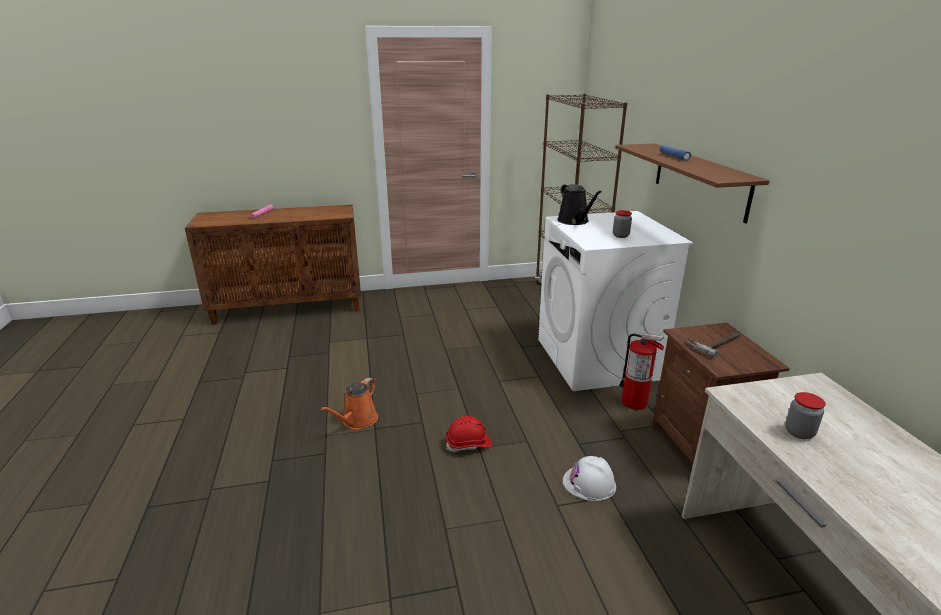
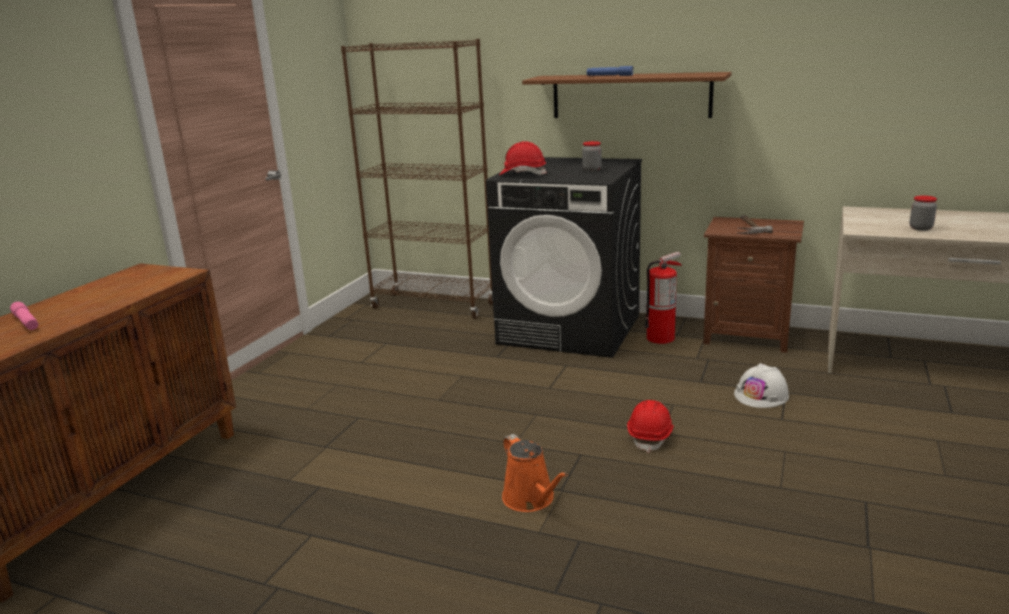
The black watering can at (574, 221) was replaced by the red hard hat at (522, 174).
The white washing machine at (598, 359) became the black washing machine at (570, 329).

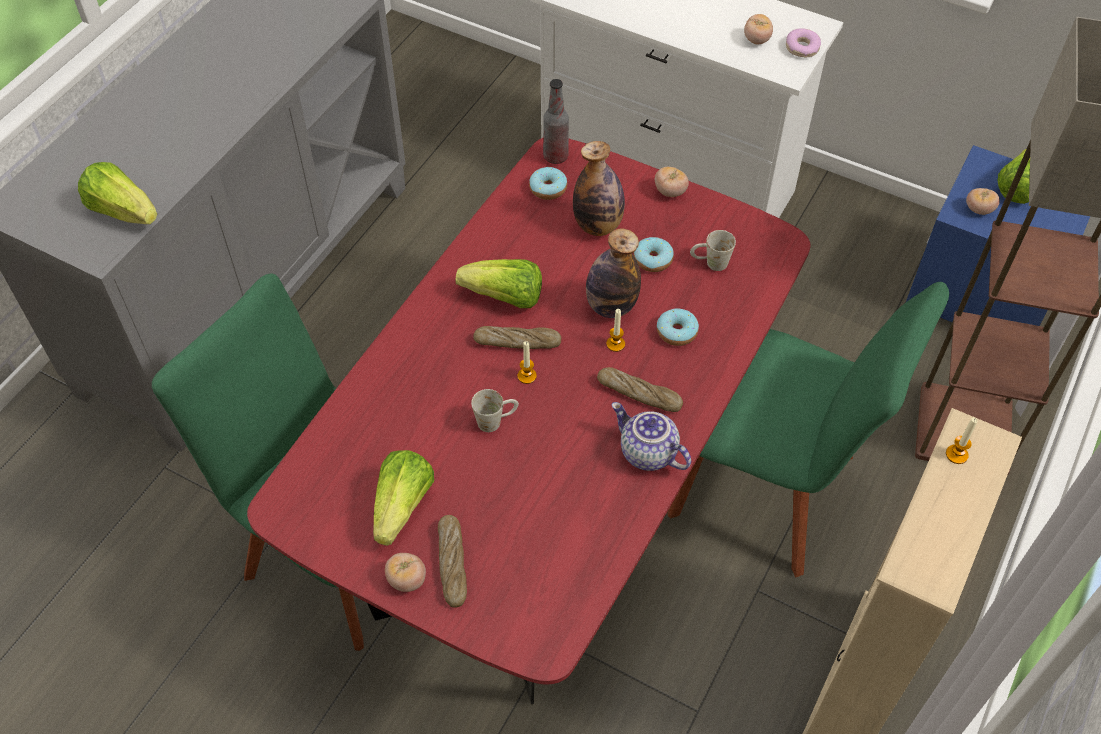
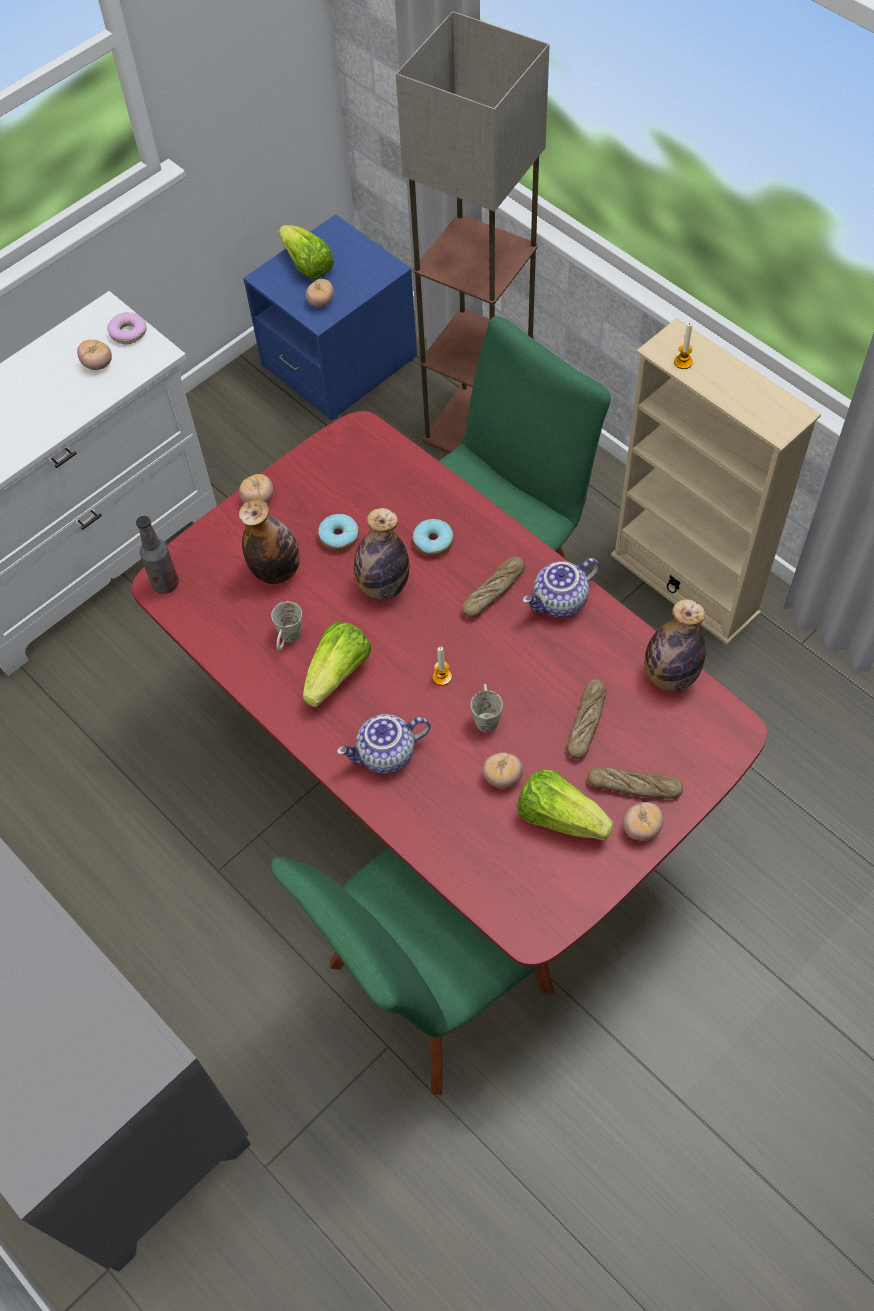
The lettuce at (123, 211) disappeared.
The donut at (548, 189) disappeared.
The white mug moved from (710, 263) to (288, 639).
The candle at (615, 344) disappeared.
The bread moved from (517, 342) to (586, 722).
The bottle at (670, 676) appeared.
The teapot at (386, 755) appeared.
The tomato at (502, 777) appeared.

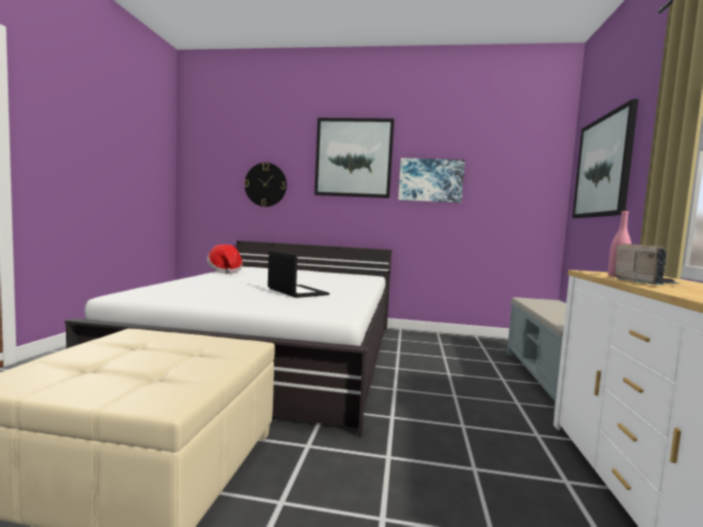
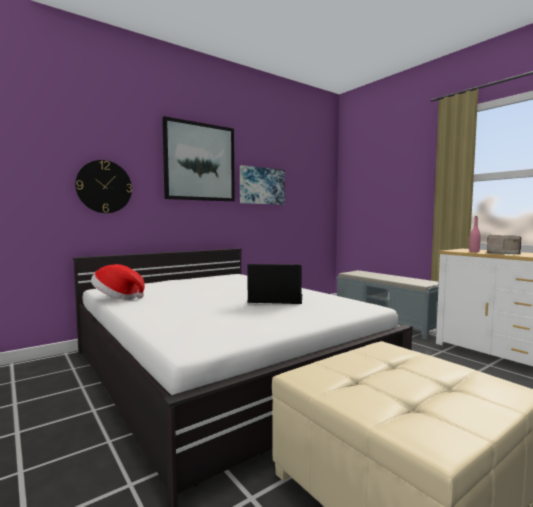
The picture at (603, 166) disappeared.

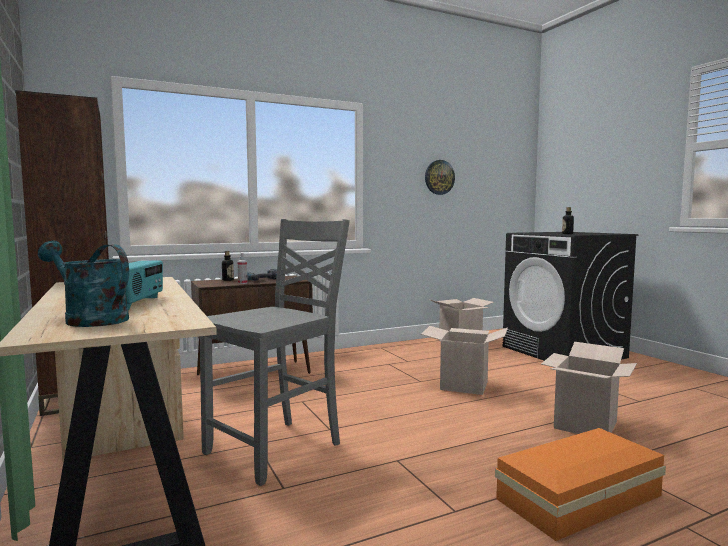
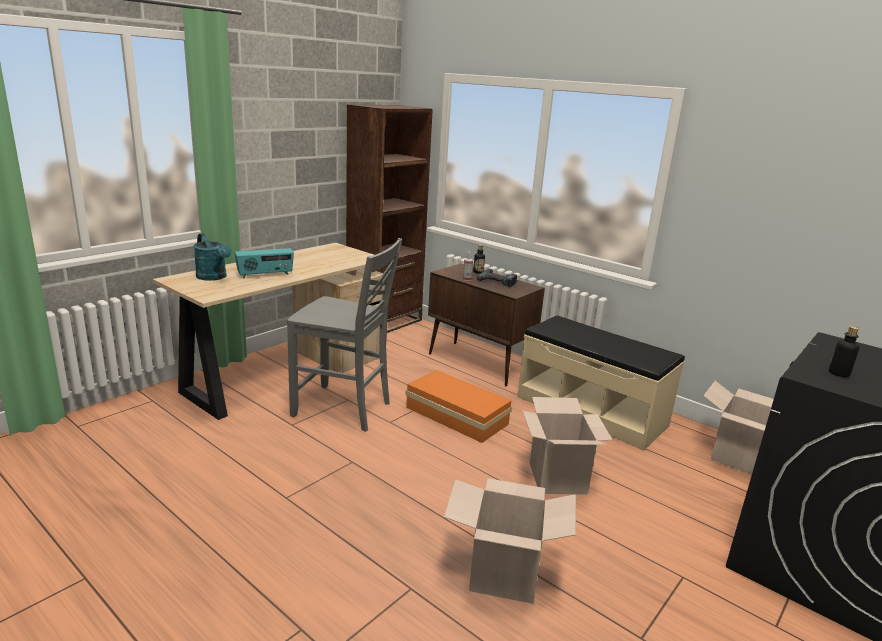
The wall clock at (439, 177) disappeared.
The turquoise watering can at (89, 319) turned 135 degrees clockwise.
The orange storage box moved from (575, 497) to (456, 414).
The beige bench at (591, 411) appeared.

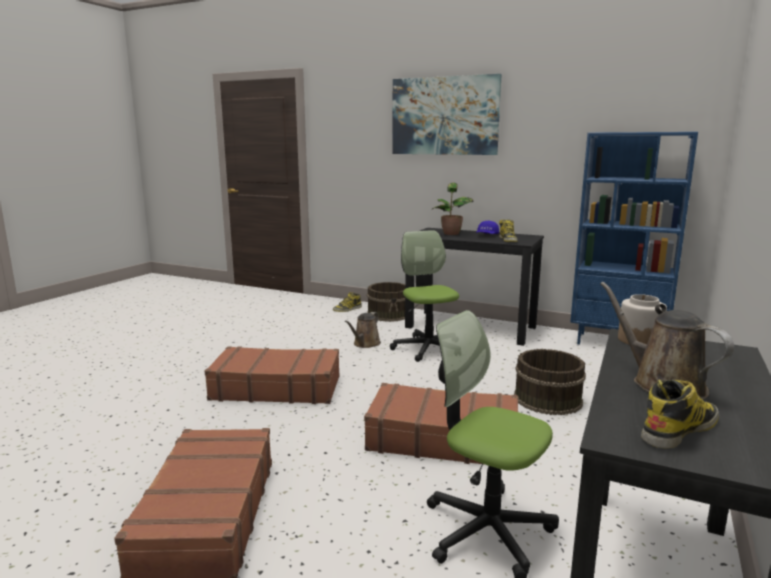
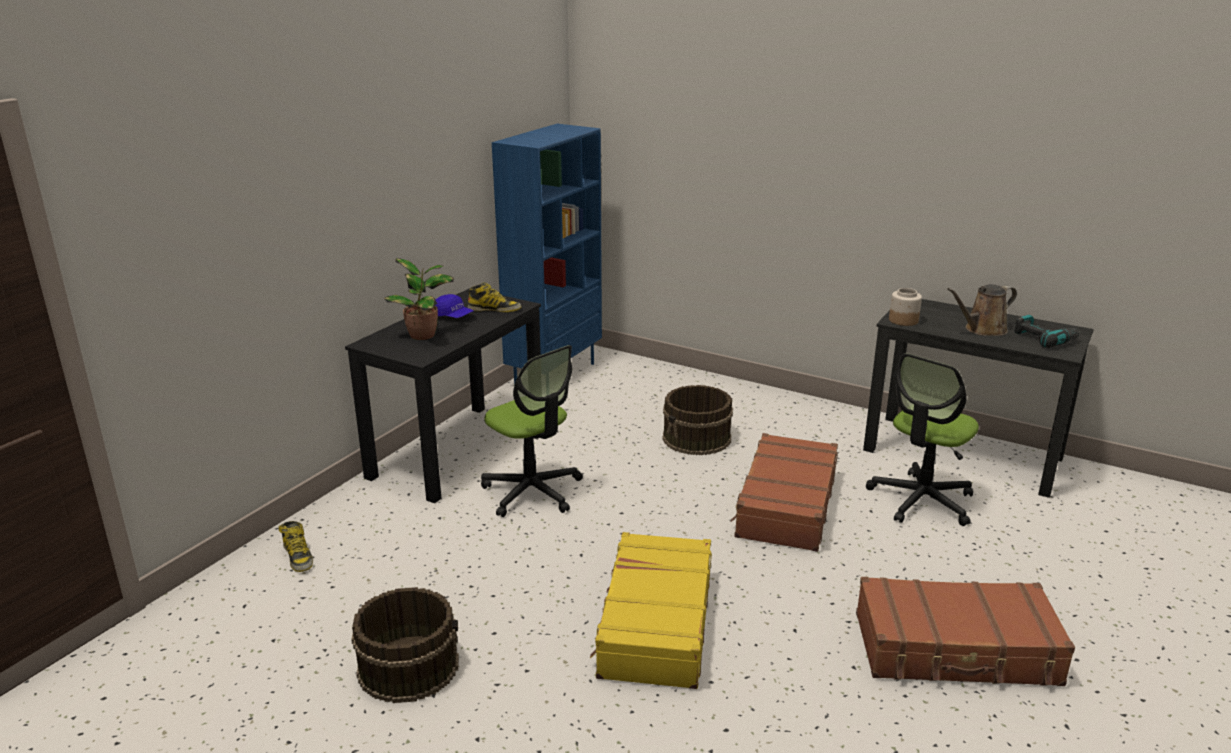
The picture at (444, 116) disappeared.
The office chair at (427, 348) turned 120 degrees counterclockwise.
The brown bucket moved from (389, 314) to (408, 666).
The brown watering can at (365, 344) disappeared.
The brown suitcase at (276, 388) became the yellow suitcase at (655, 624).
The boot at (679, 429) was replaced by the power drill at (1044, 338).

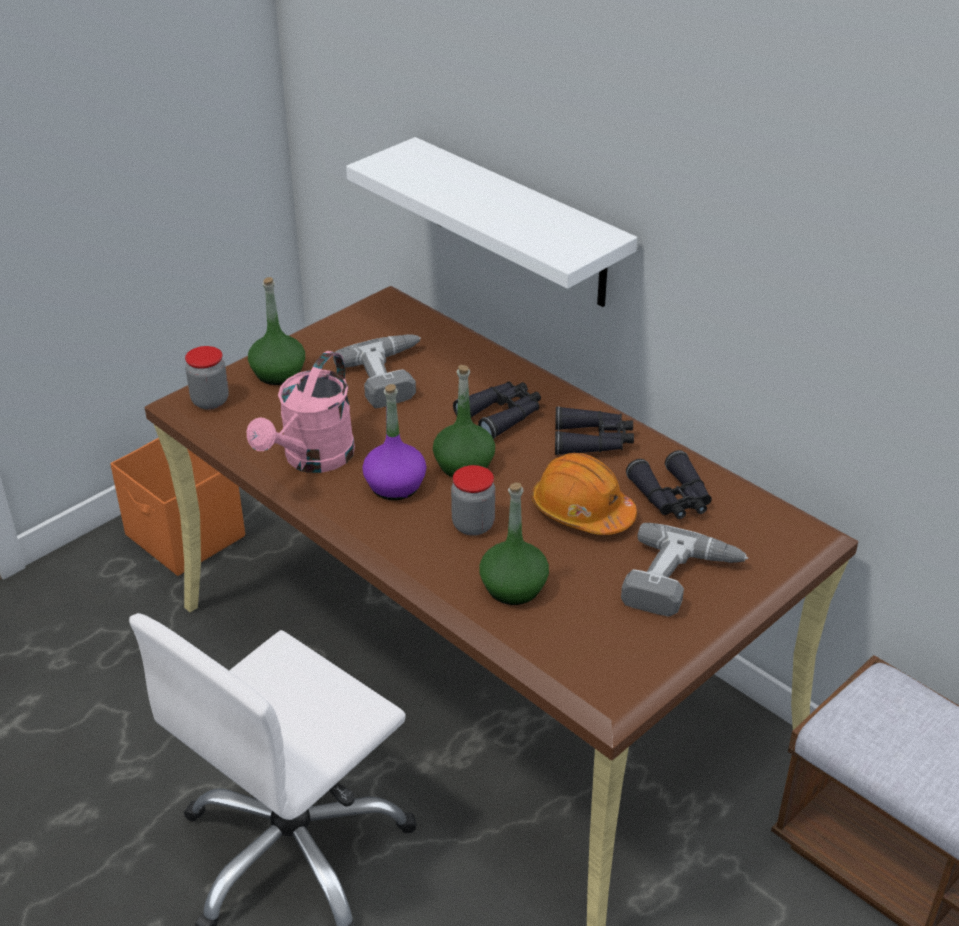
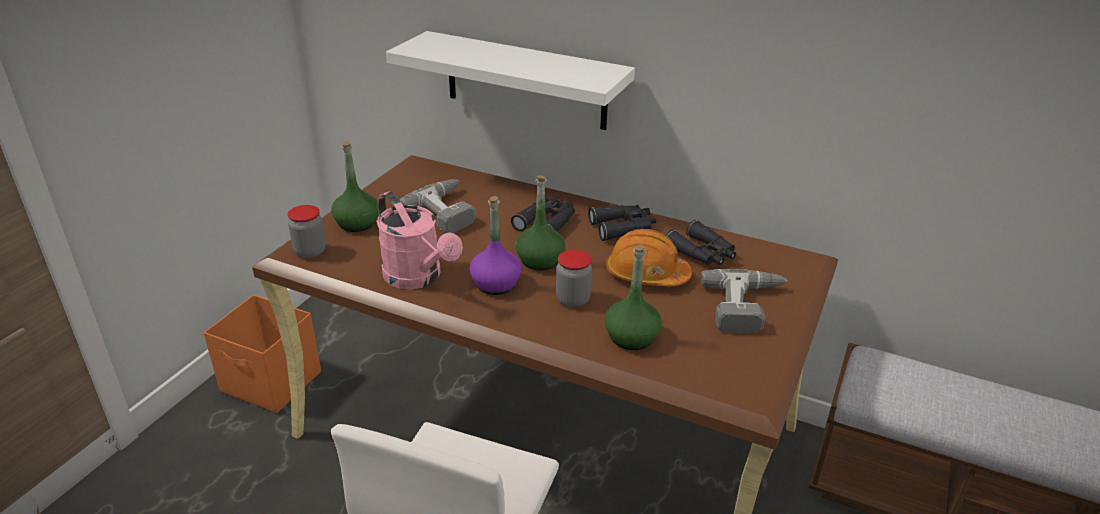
The pink watering can at (312, 459) turned 45 degrees counterclockwise.

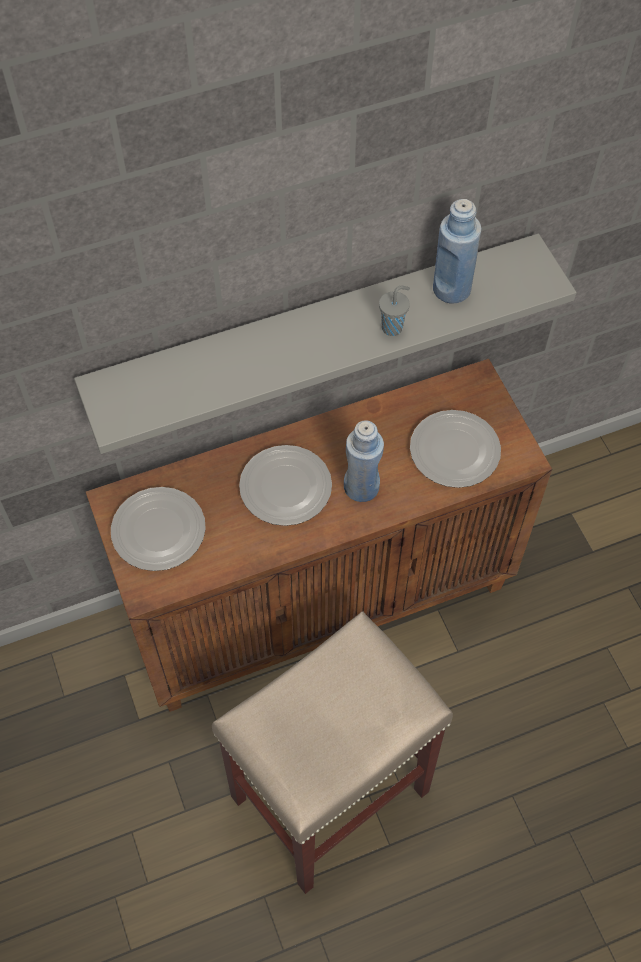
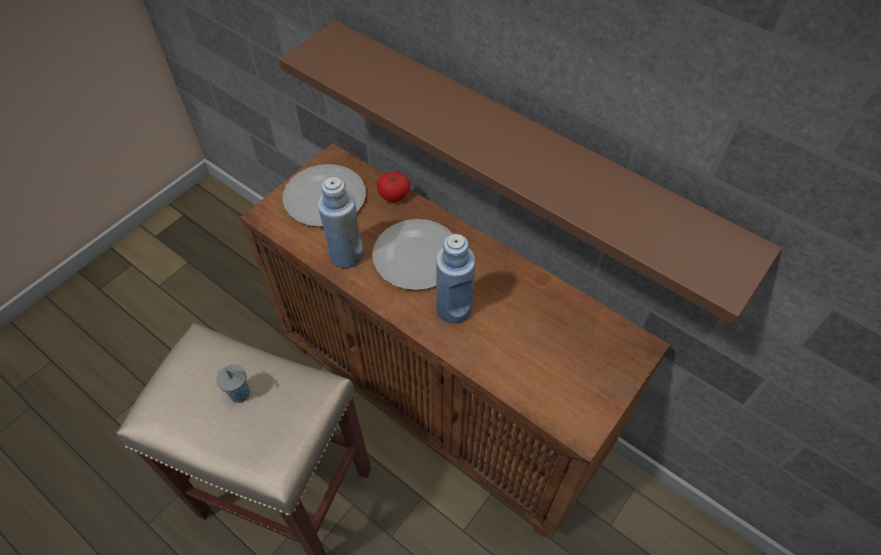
The blue bottle moved from (451, 289) to (346, 255).
The grey shelf at (315, 331) became the brown shelf at (523, 154).
The grey cup moved from (393, 327) to (241, 394).
The plate at (454, 452) disappeared.
The tomato at (393, 196) appeared.

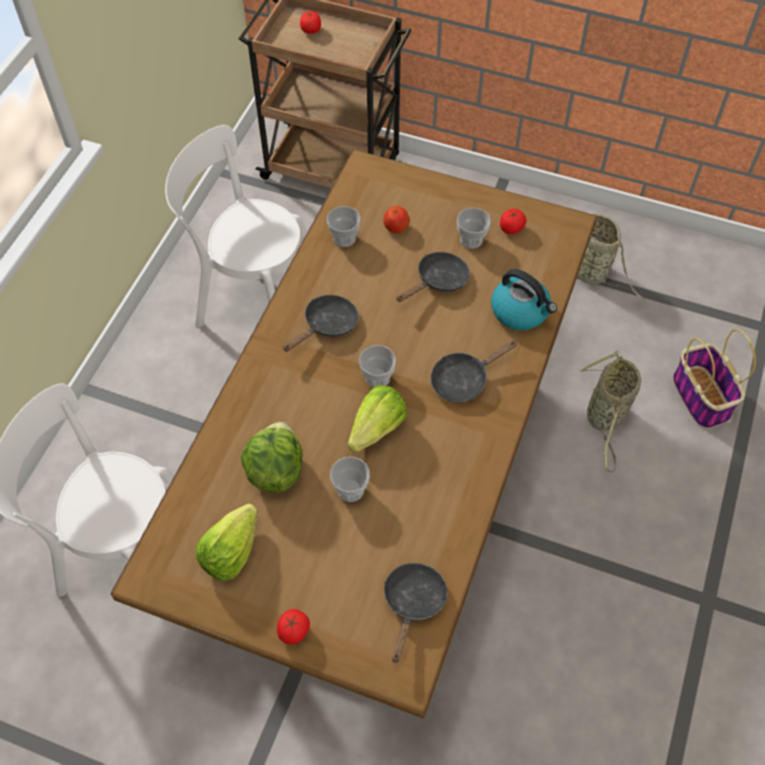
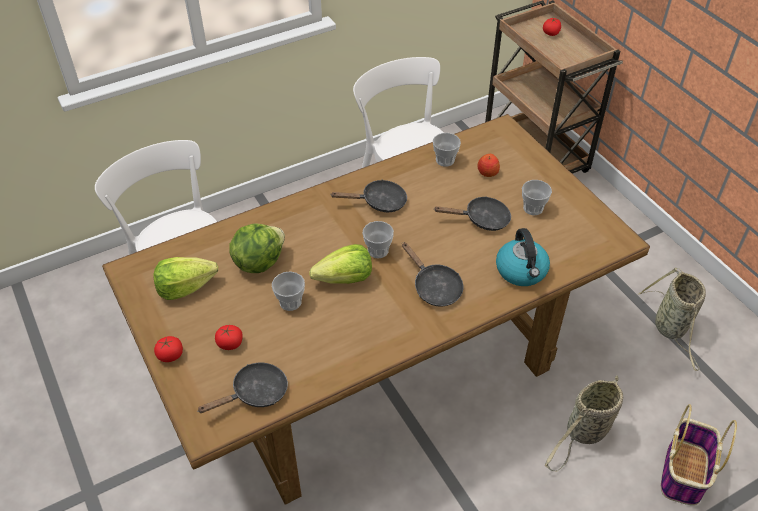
The tomato moved from (511, 228) to (230, 344).
The black frying pan at (463, 380) turned 135 degrees counterclockwise.

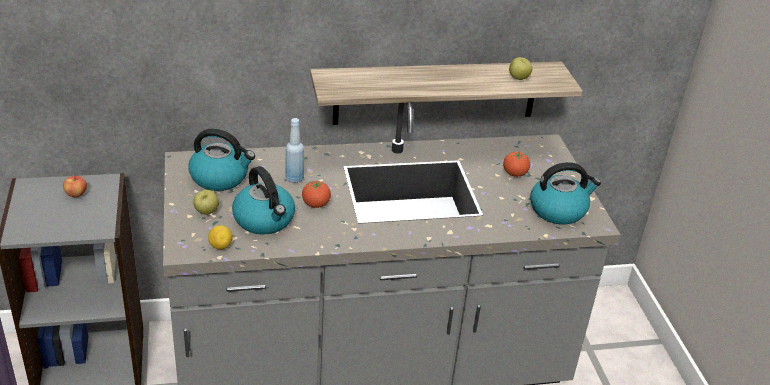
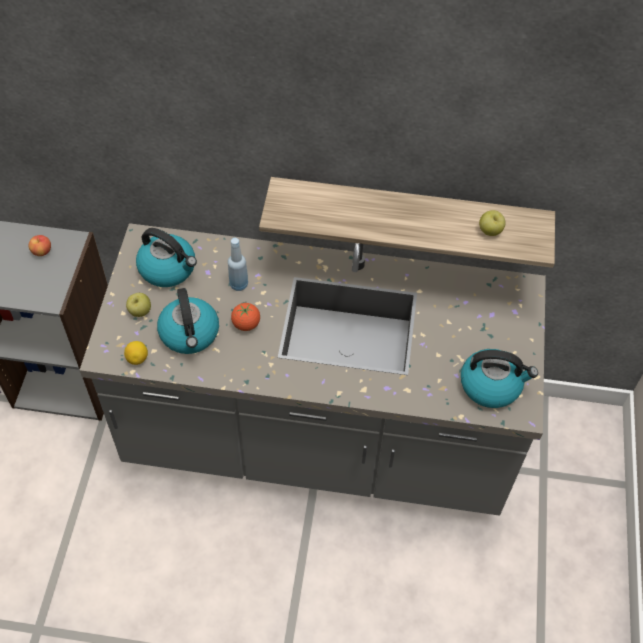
The tomato at (514, 174) disappeared.

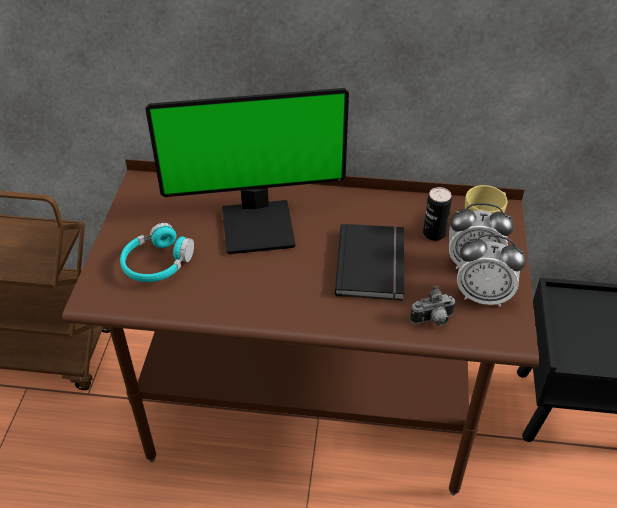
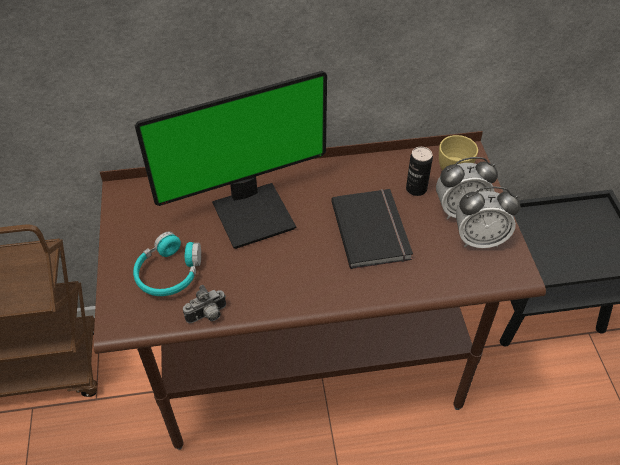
The photo camera moved from (433, 320) to (208, 316).

